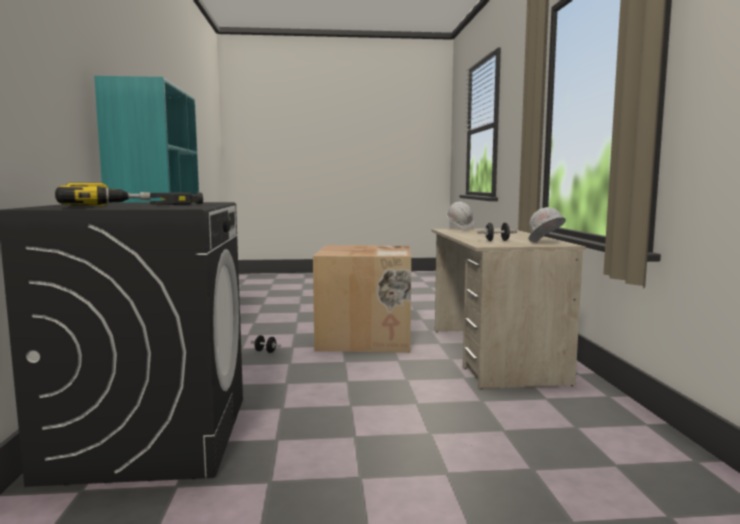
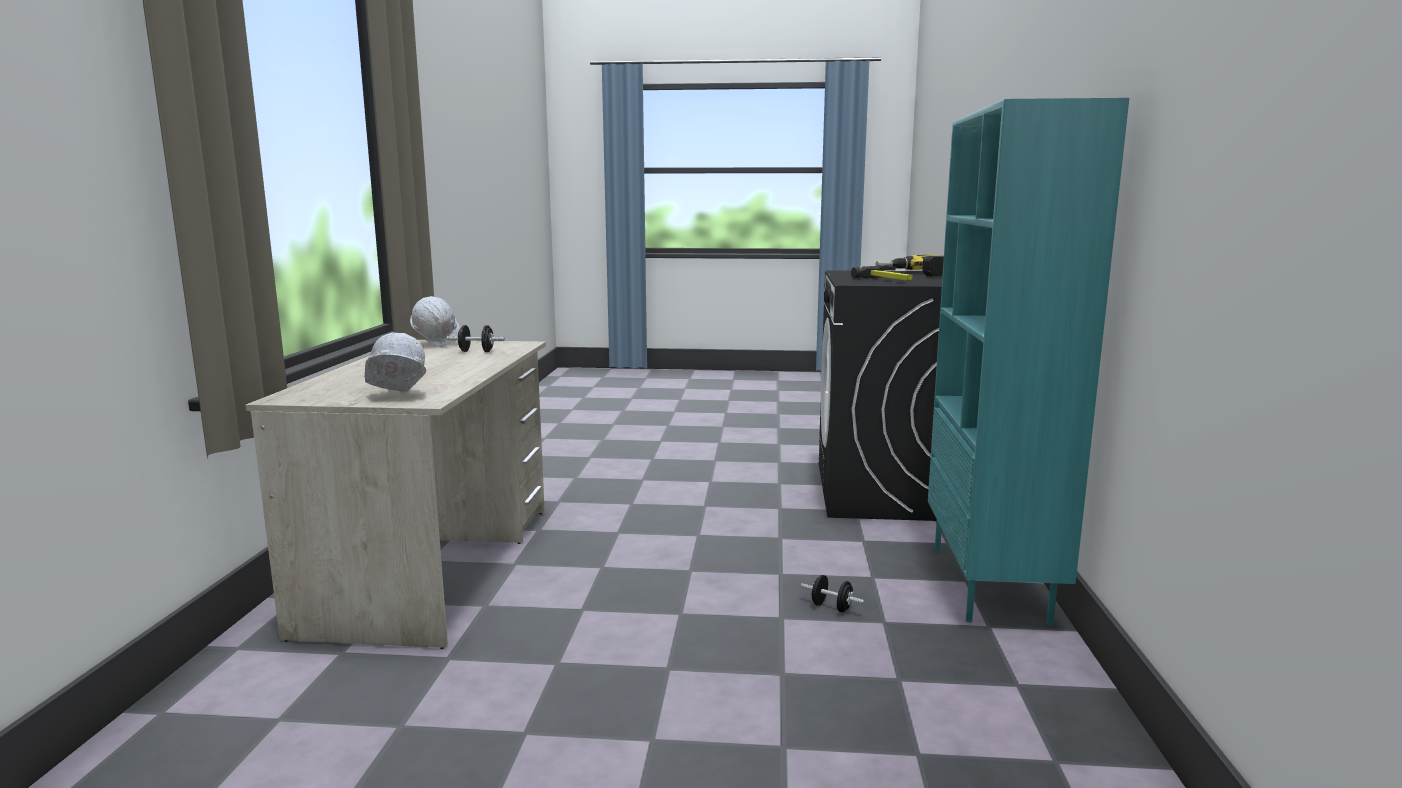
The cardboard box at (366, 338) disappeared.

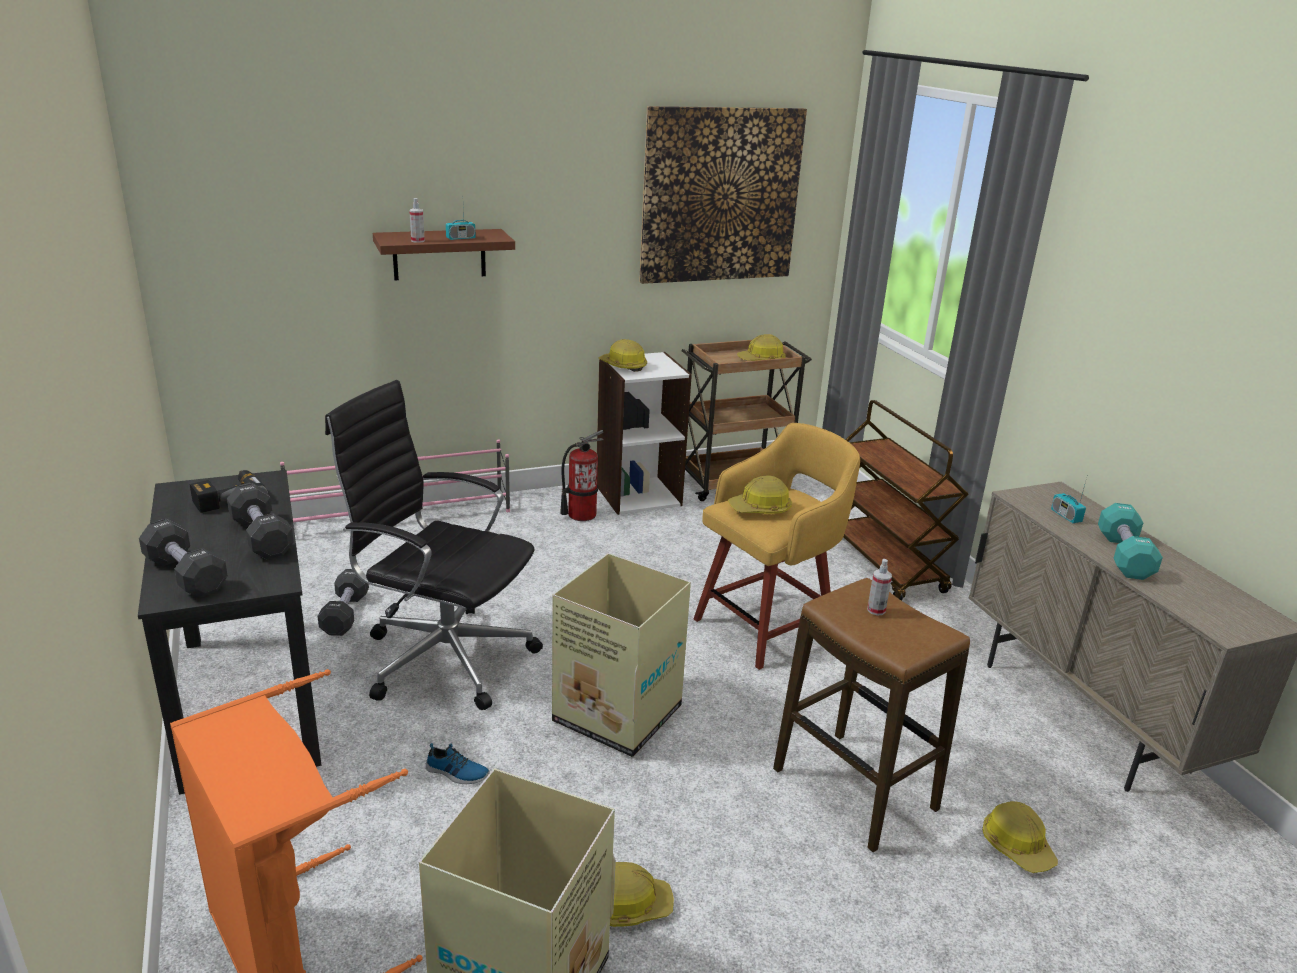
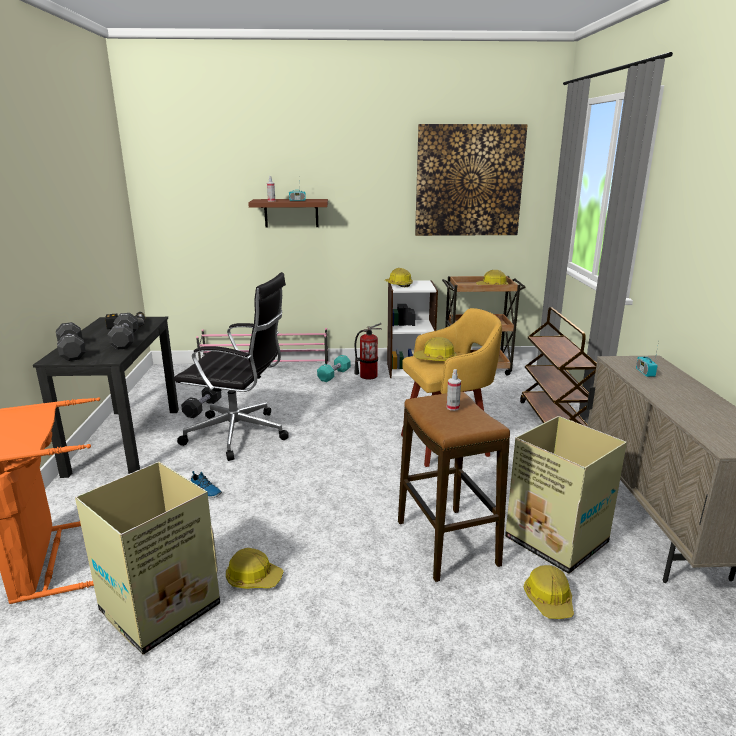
The black office chair at (443, 657) turned 150 degrees clockwise.
The turquoise dumbbell moved from (1123, 556) to (334, 375).
The cardboard box moved from (615, 713) to (555, 539).

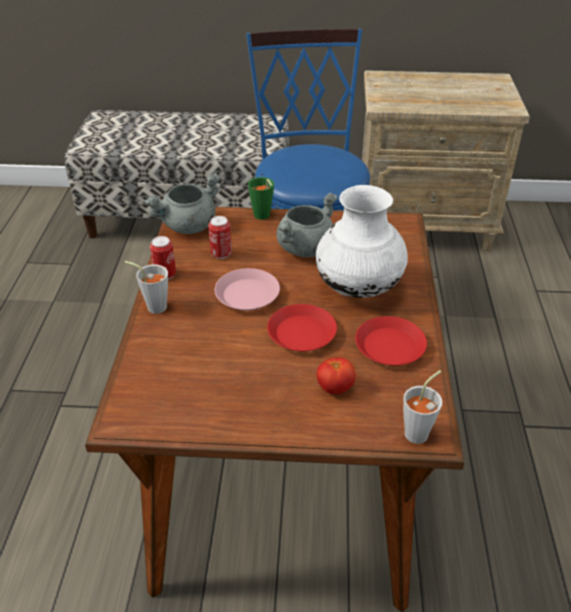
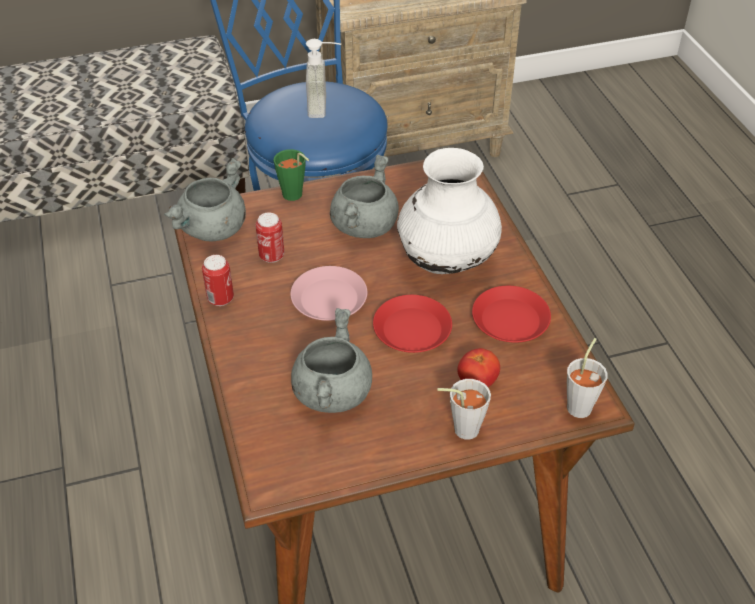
The grey cup moved from (153, 306) to (460, 429).
The soap dispenser at (325, 106) appeared.
The grey cooking pot at (331, 392) appeared.

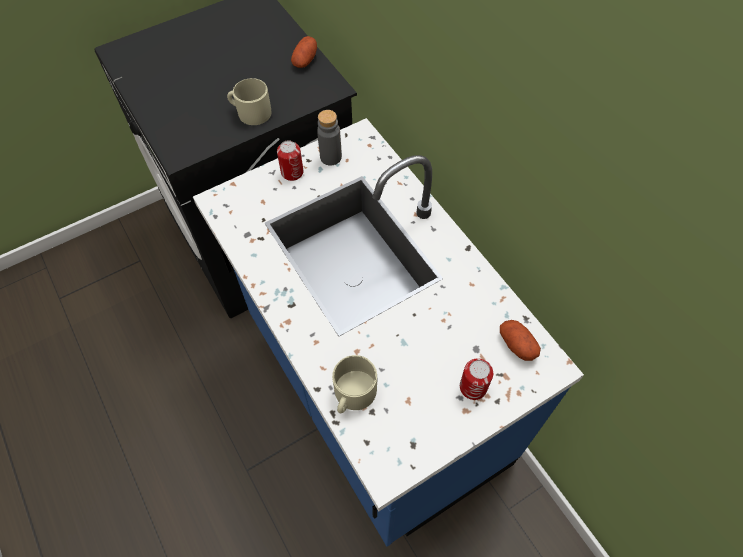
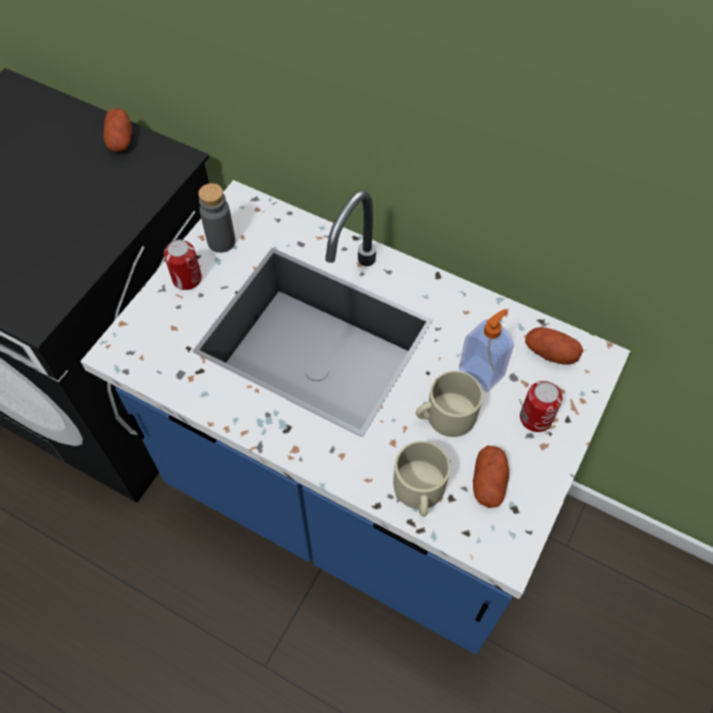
The beige mug moved from (250, 112) to (445, 416).
The soap dispenser at (482, 372) appeared.
The potato at (488, 483) appeared.

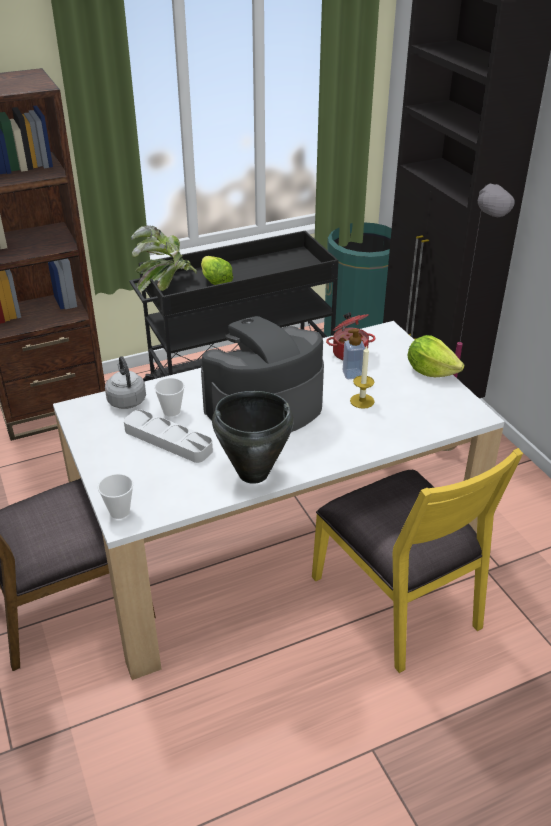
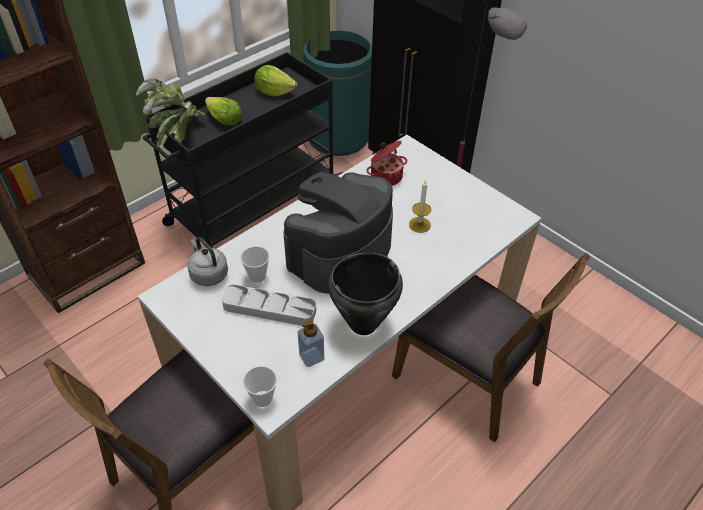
The soap dispenser moved from (352, 374) to (311, 357).
The lettuce moved from (431, 371) to (274, 92).
The yellow chair at (398, 601) became the brown chair at (468, 378).

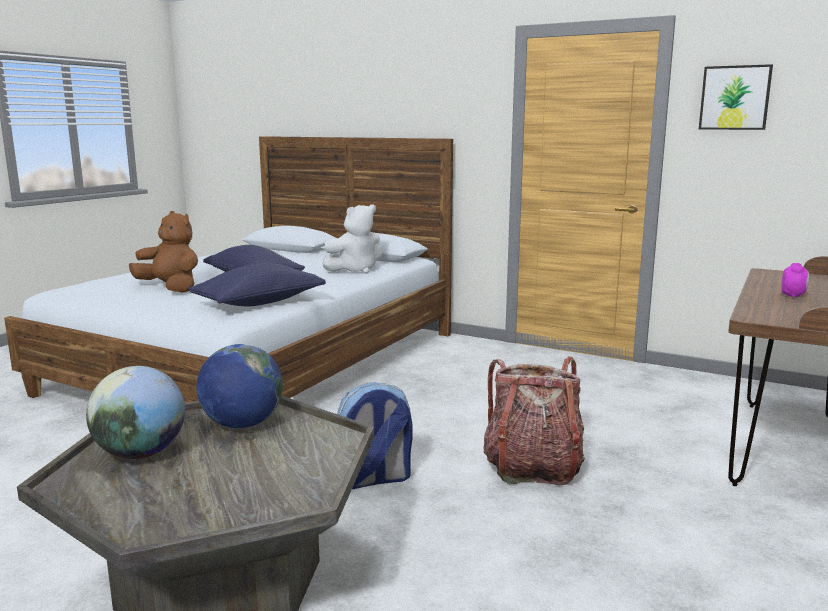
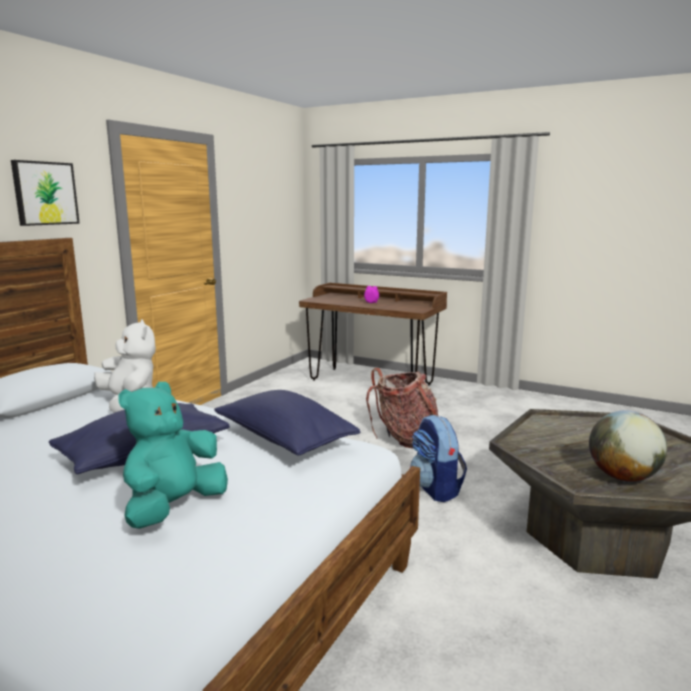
The picture moved from (735, 98) to (45, 193).
The brown plush toy at (171, 289) became the turquoise plush toy at (174, 508).
The globe at (242, 424) disappeared.

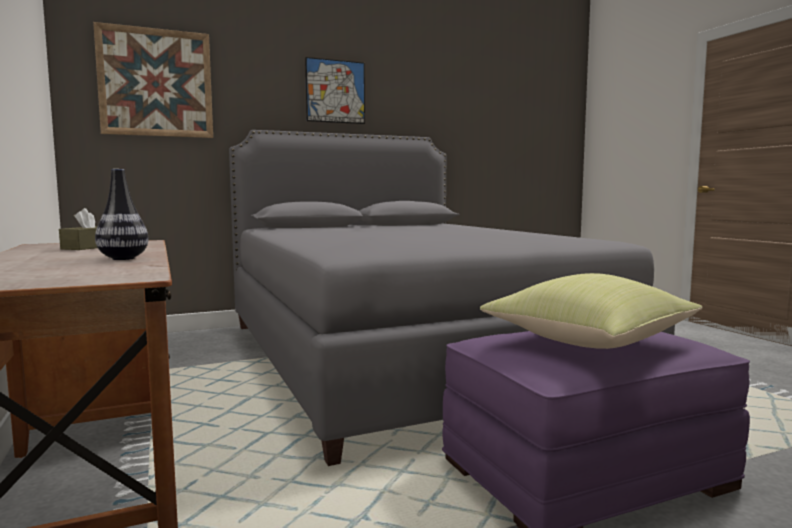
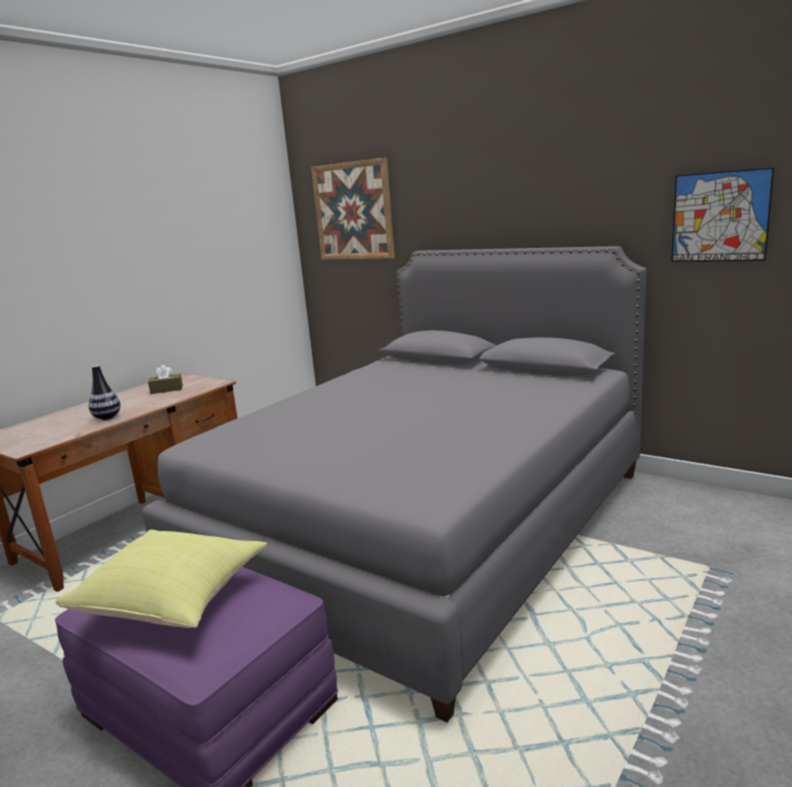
The picture moved from (335, 91) to (719, 217).

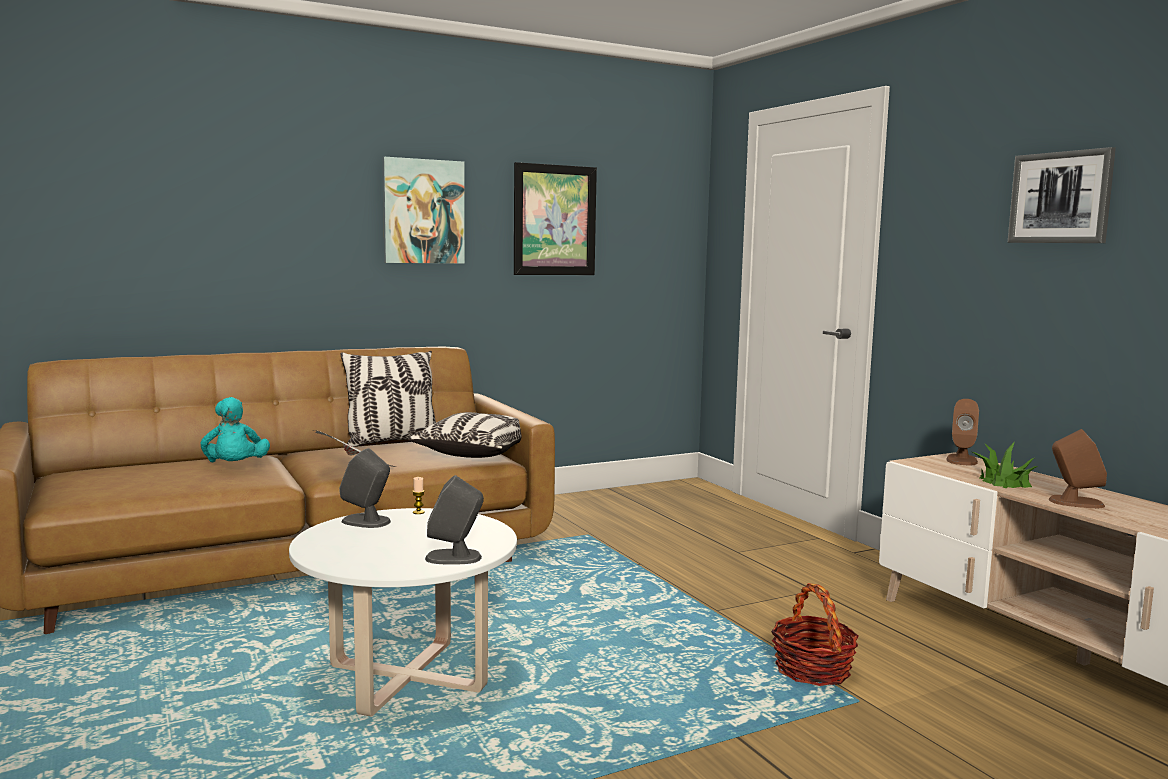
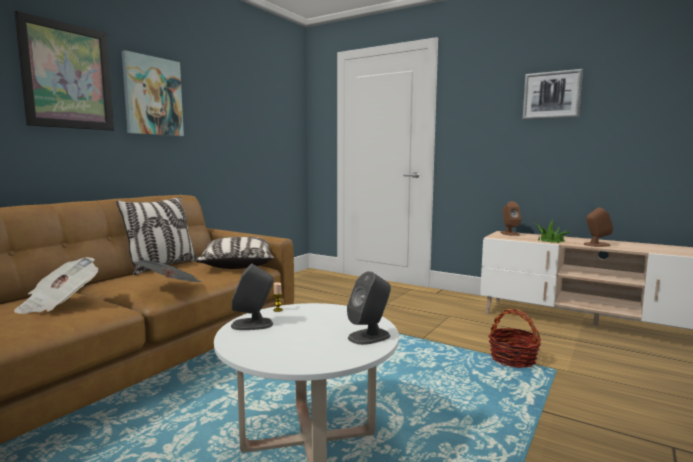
The picture moved from (554, 220) to (68, 76).
The turquoise plush toy at (235, 468) was replaced by the newspaper at (59, 304).

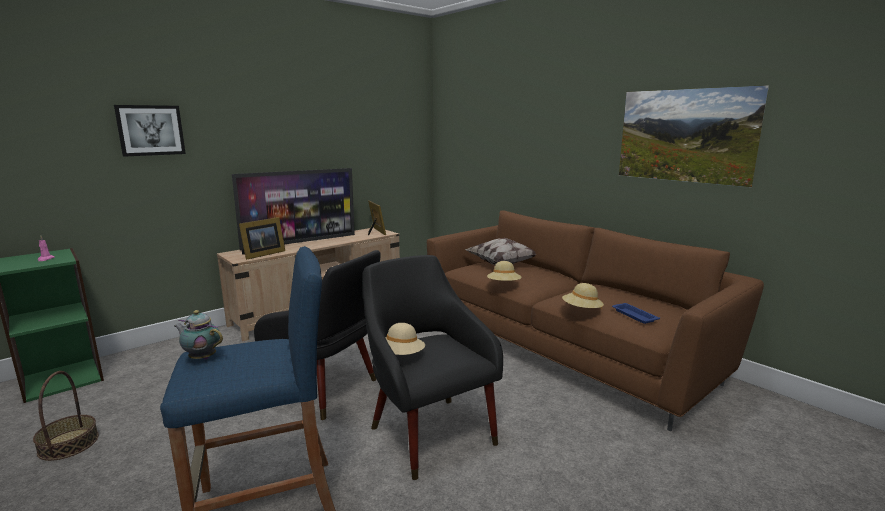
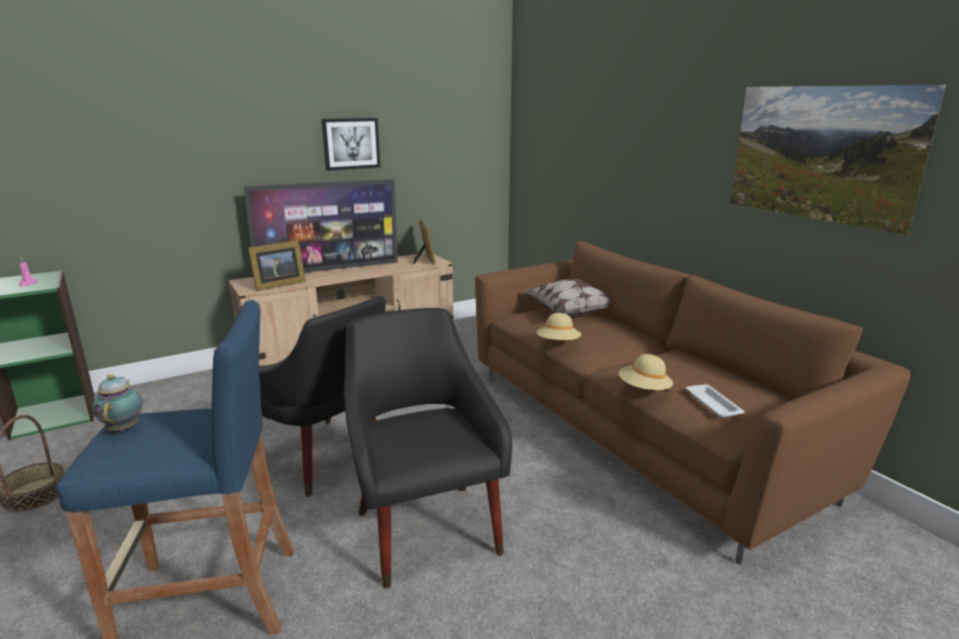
The picture moved from (150, 130) to (351, 143).
The blue tray at (633, 315) became the white tray at (712, 404).
The teapot at (202, 357) turned 45 degrees clockwise.
The beige hat at (401, 356) disappeared.

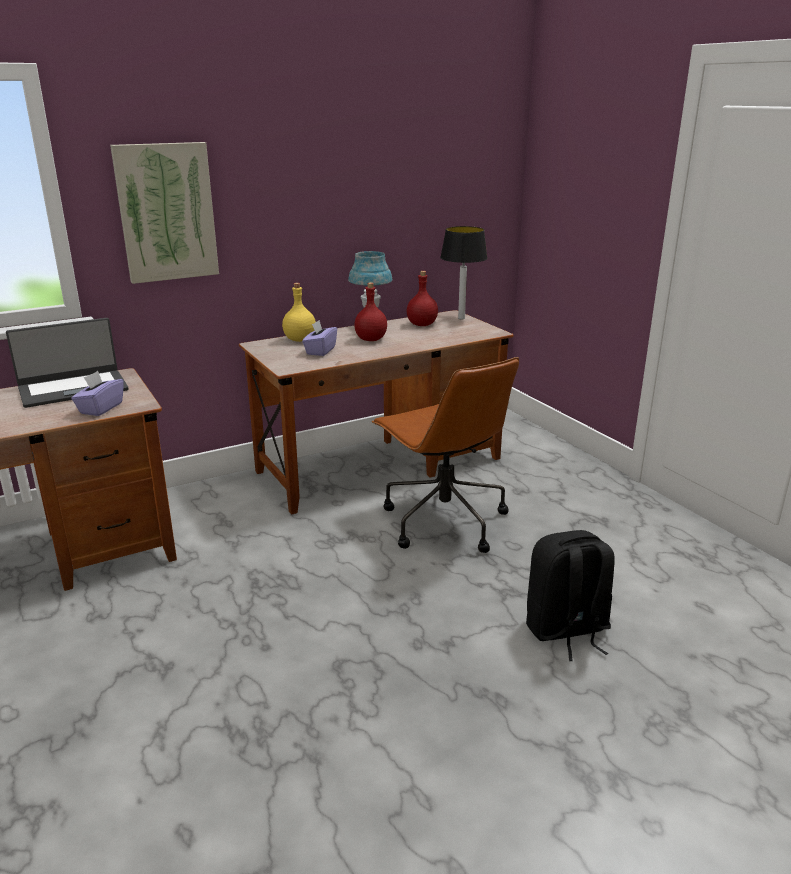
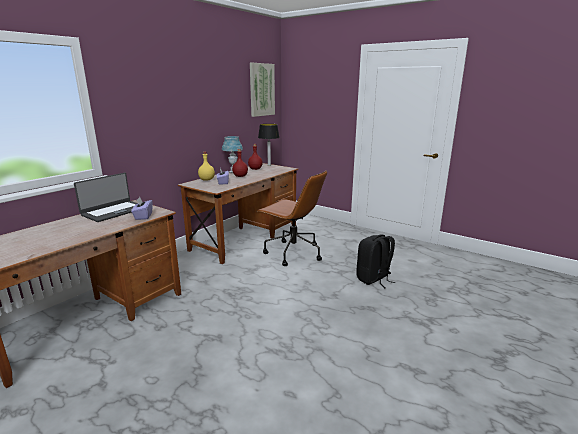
The picture moved from (166, 212) to (261, 90).

